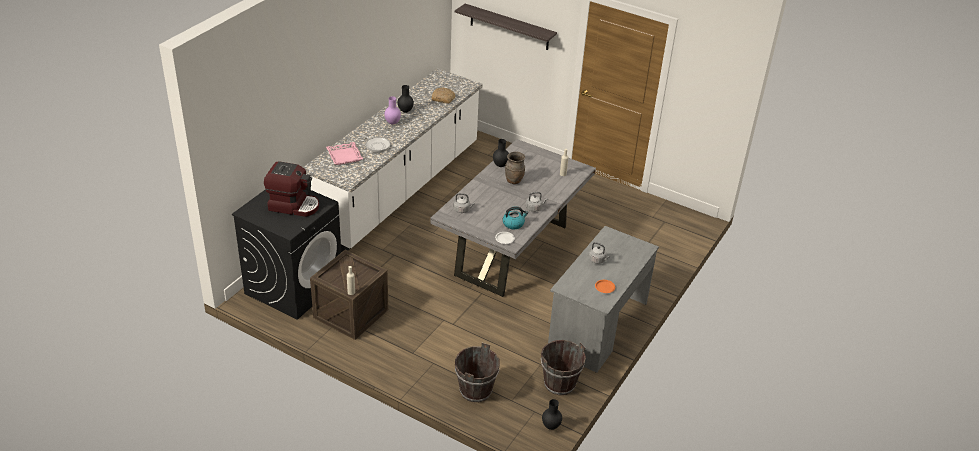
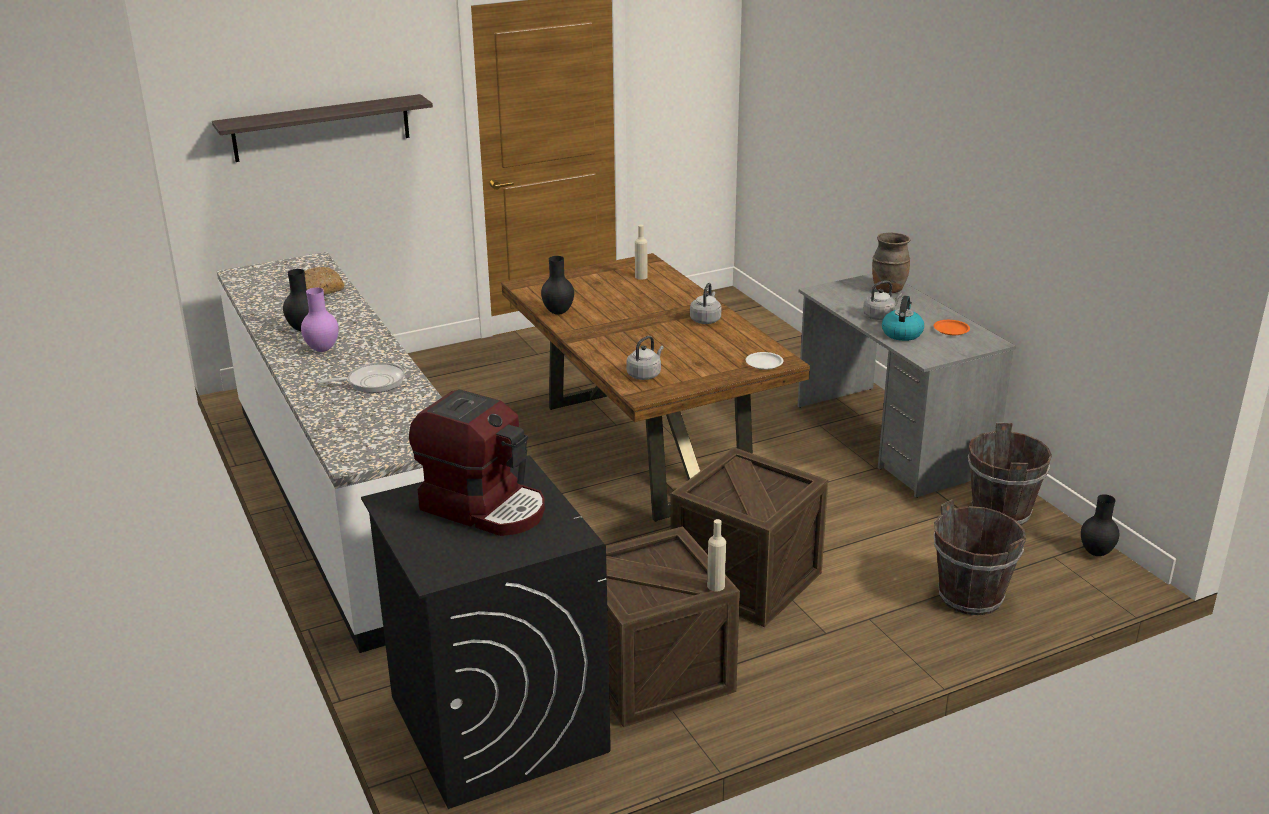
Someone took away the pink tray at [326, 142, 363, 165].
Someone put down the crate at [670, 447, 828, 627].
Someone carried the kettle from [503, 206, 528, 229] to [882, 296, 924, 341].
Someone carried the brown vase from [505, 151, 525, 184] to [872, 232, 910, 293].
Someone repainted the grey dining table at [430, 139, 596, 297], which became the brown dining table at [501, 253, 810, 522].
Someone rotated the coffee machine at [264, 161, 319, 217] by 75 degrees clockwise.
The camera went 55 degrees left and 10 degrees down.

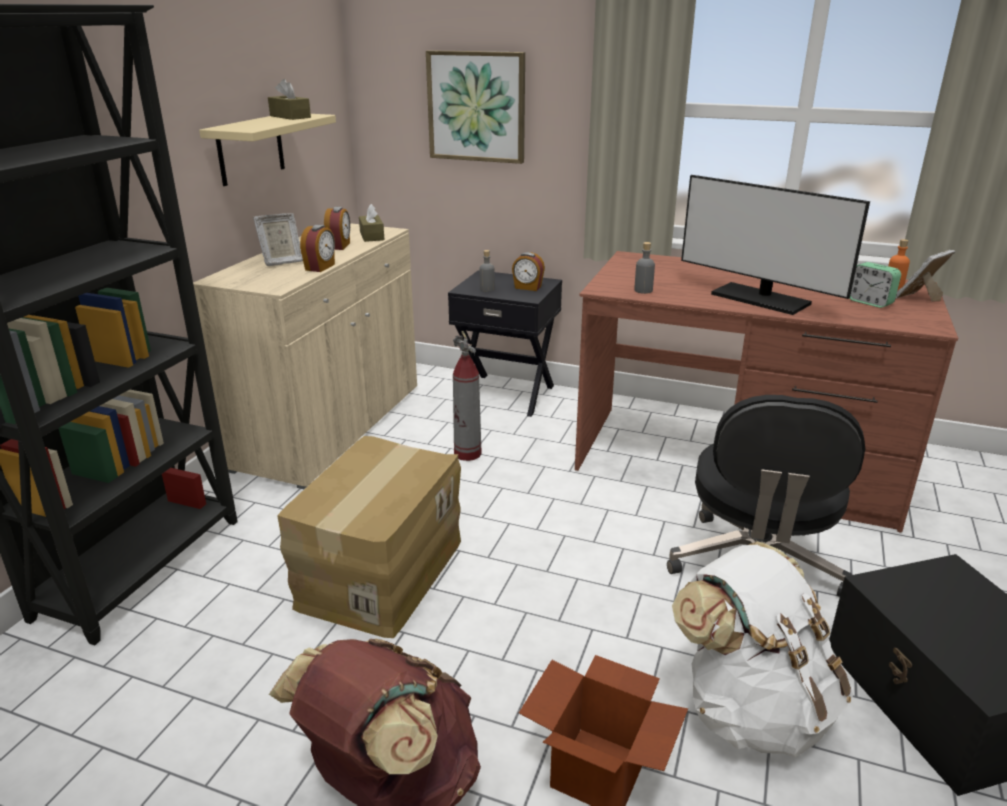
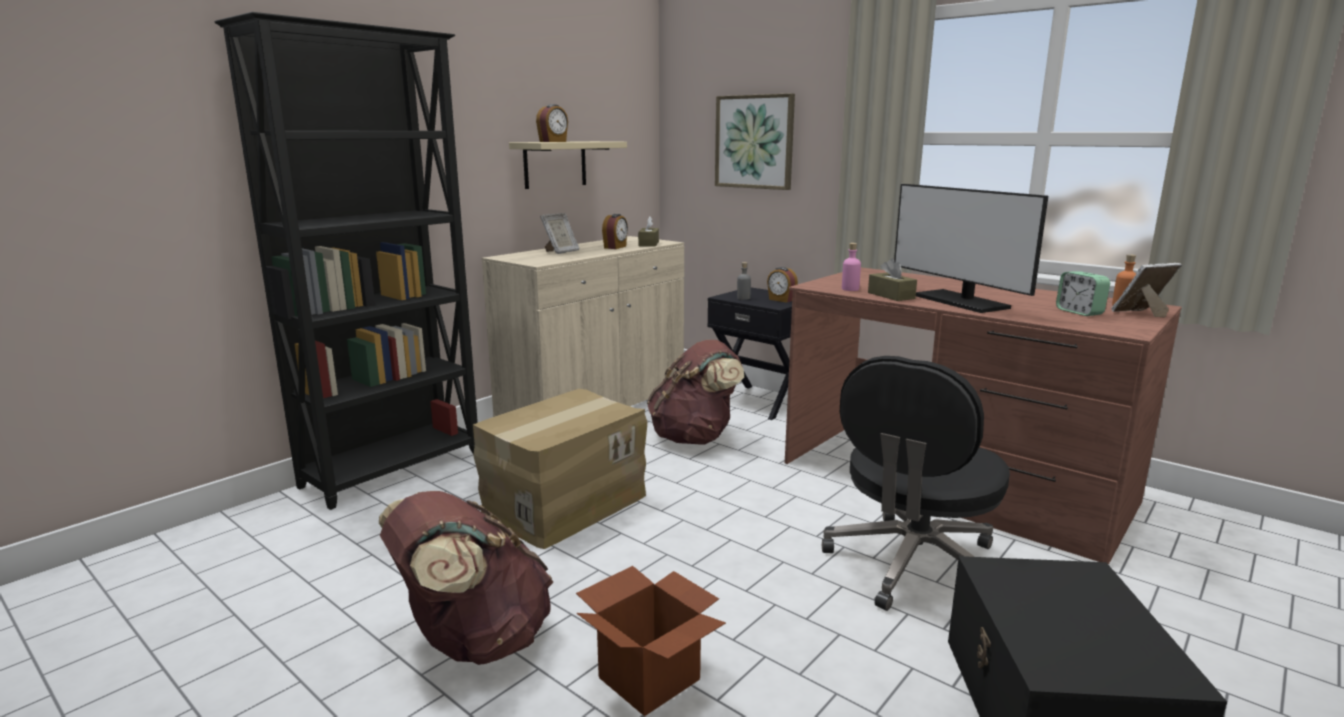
Someone took away the white backpack at [672, 542, 854, 757].
Someone carried the brown tissue box from [268, 79, 311, 120] to [868, 258, 917, 301].
Someone carried the alarm clock from [300, 225, 335, 272] to [536, 104, 568, 142].
Someone swapped the fire extinguisher at [453, 331, 482, 461] for the brown backpack at [647, 340, 744, 445].
Someone repainted the grey bottle at [634, 242, 655, 294], which became the pink bottle at [842, 243, 861, 291].
Someone rotated the picture frame at [253, 213, 303, 266] by 45 degrees counterclockwise.
The camera went 20 degrees right and 10 degrees down.

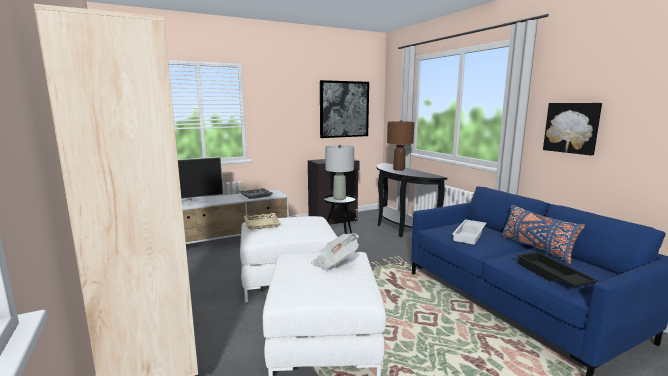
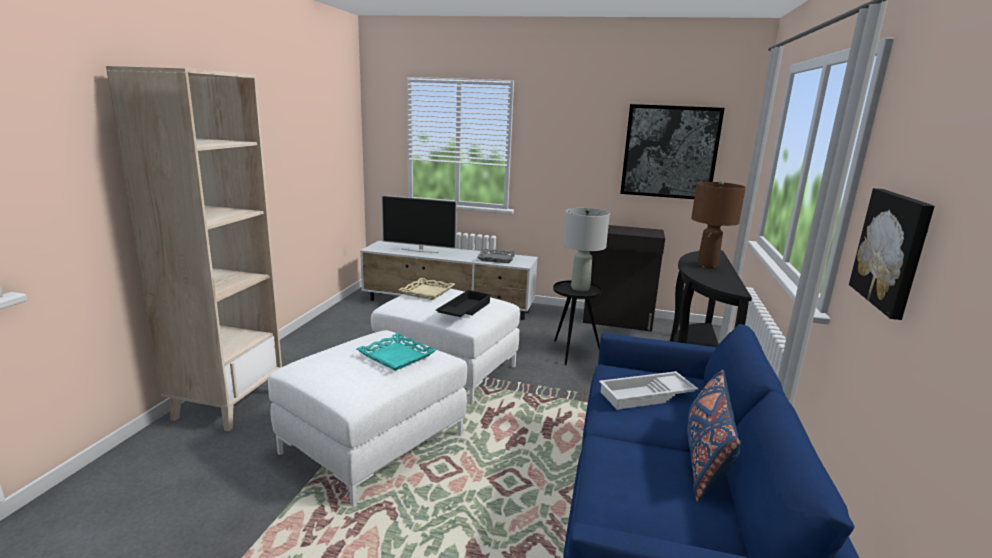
Someone carried the black tray from [517, 252, 598, 287] to [436, 290, 492, 317].
Someone swapped the newspaper at [311, 233, 359, 270] for the turquoise tray at [357, 333, 436, 371].
The camera went 40 degrees right and 5 degrees up.

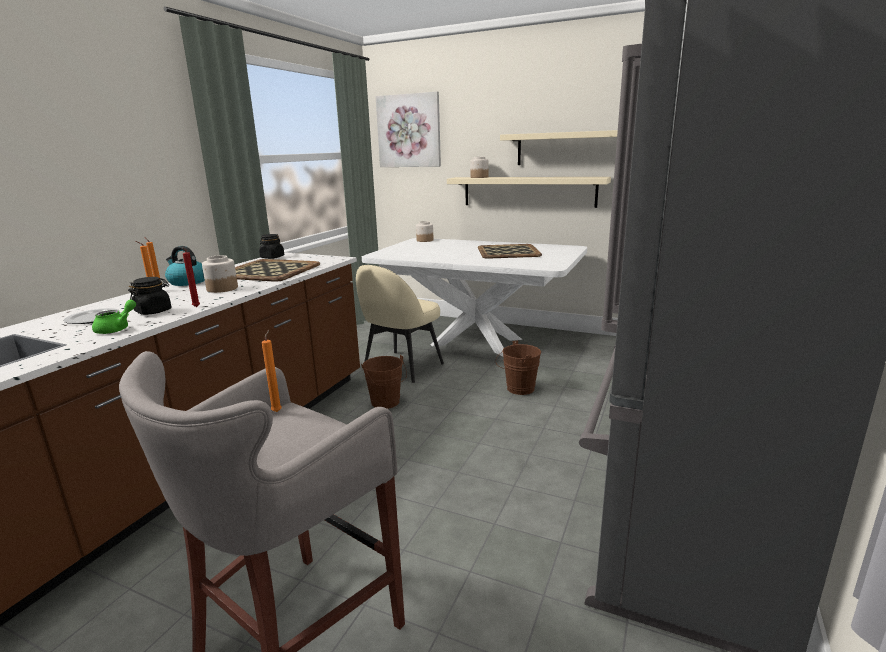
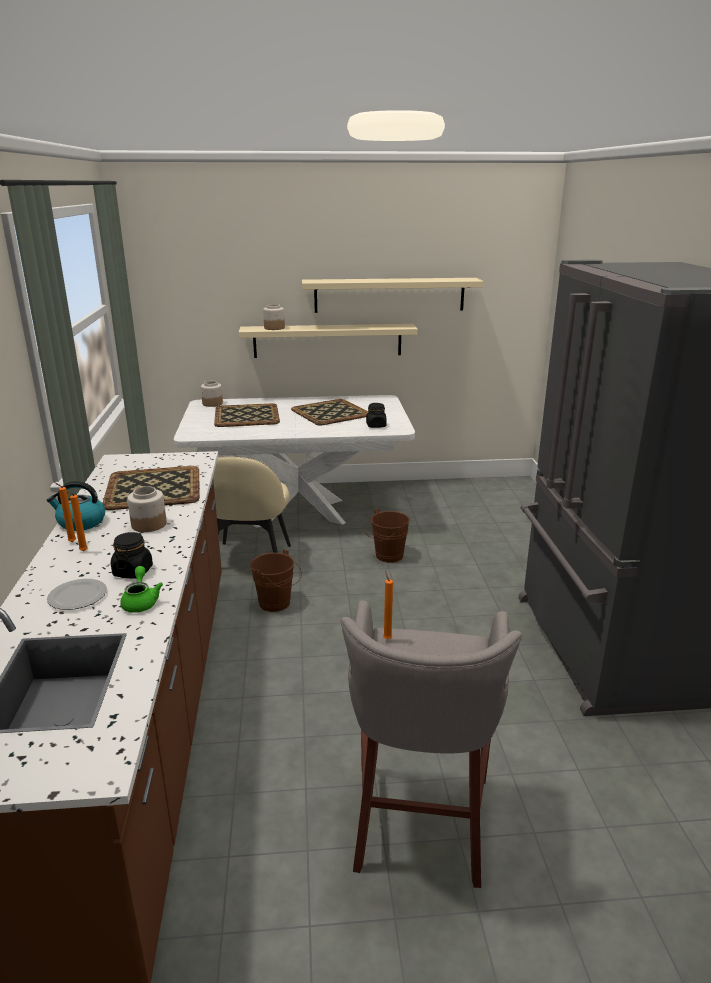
Someone took away the red candle at [183, 248, 200, 307].
Someone took away the picture at [375, 92, 441, 167].
Someone put down the tray at [214, 403, 280, 427].
Someone carried the black jar from [259, 234, 284, 259] to [366, 403, 387, 428].
The camera went 30 degrees left and 5 degrees up.

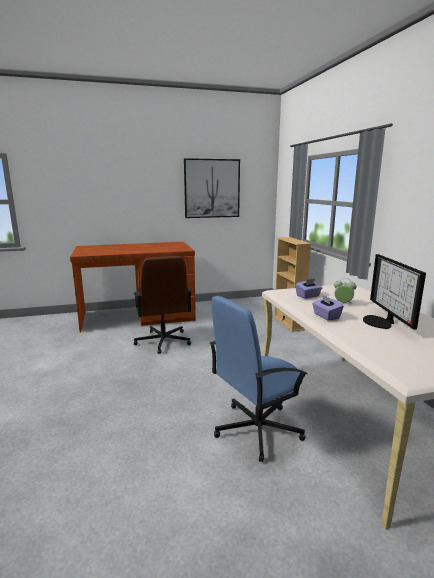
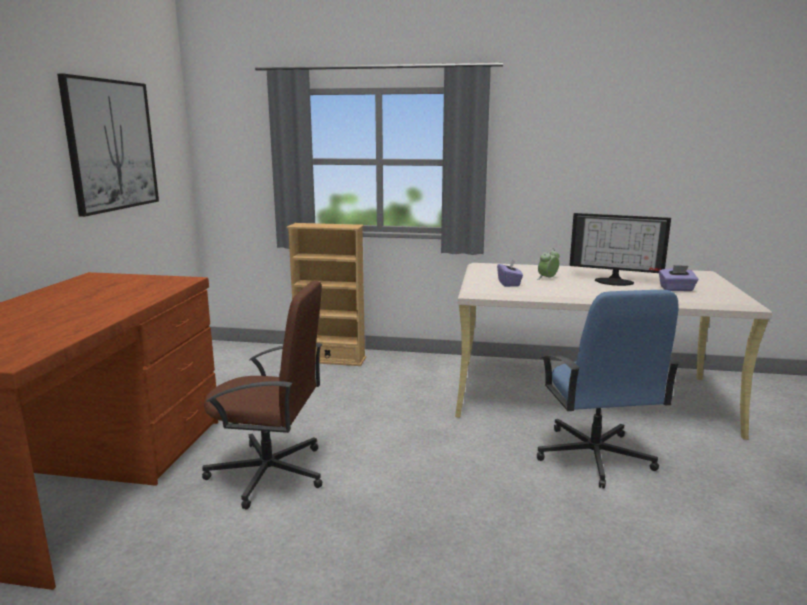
Someone carried the purple tissue box from [312, 294, 343, 321] to [659, 265, 698, 291].
The camera went 65 degrees left and 0 degrees up.

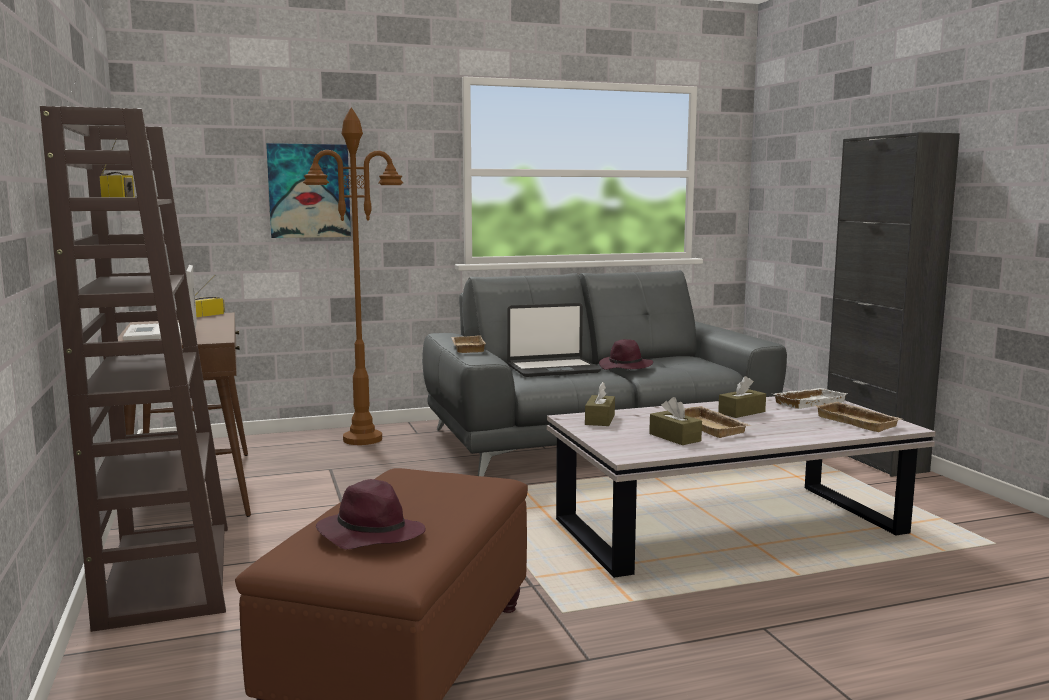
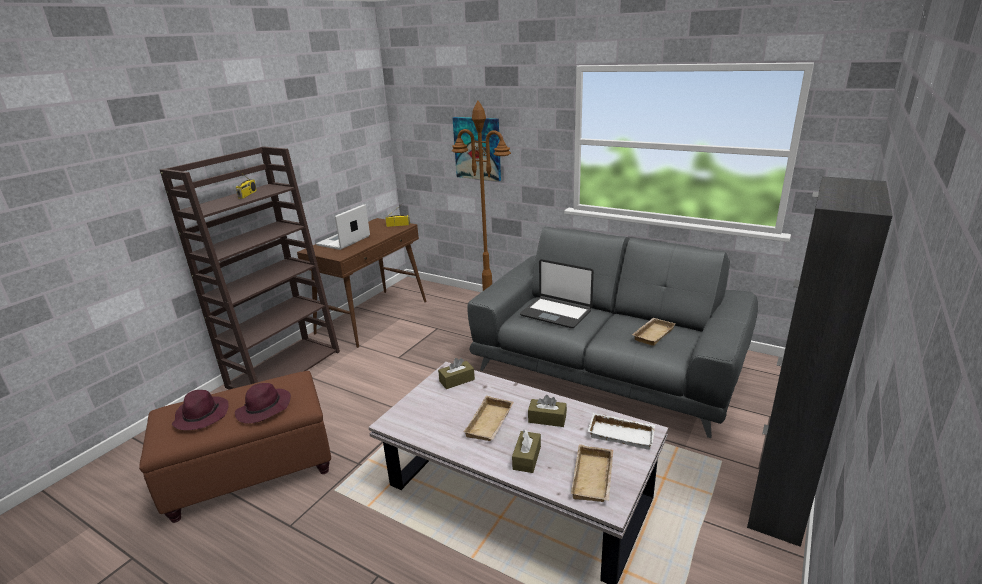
Someone carried the beige tray from [451, 336, 487, 353] to [632, 318, 675, 346].
Someone carried the purple hat from [599, 339, 653, 370] to [235, 383, 291, 424].
Someone carried the brown tissue box from [649, 397, 702, 445] to [512, 429, 541, 473].
The camera went 50 degrees right and 15 degrees up.

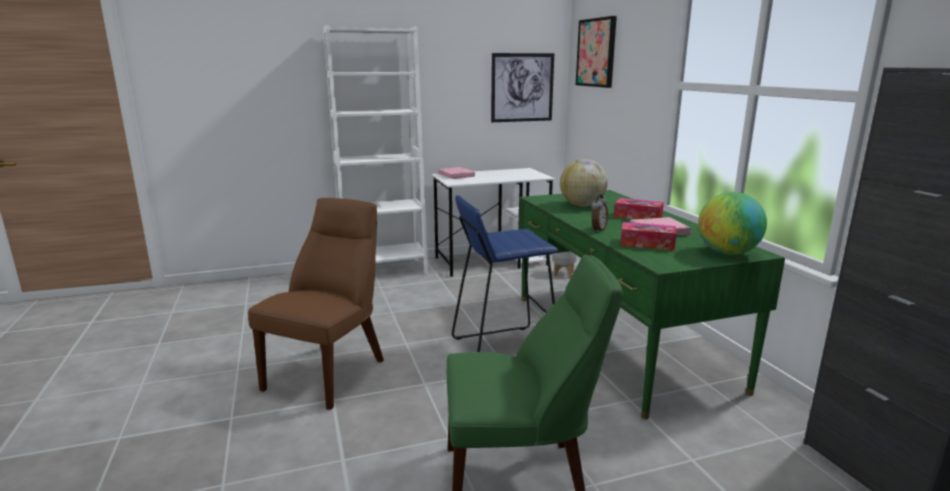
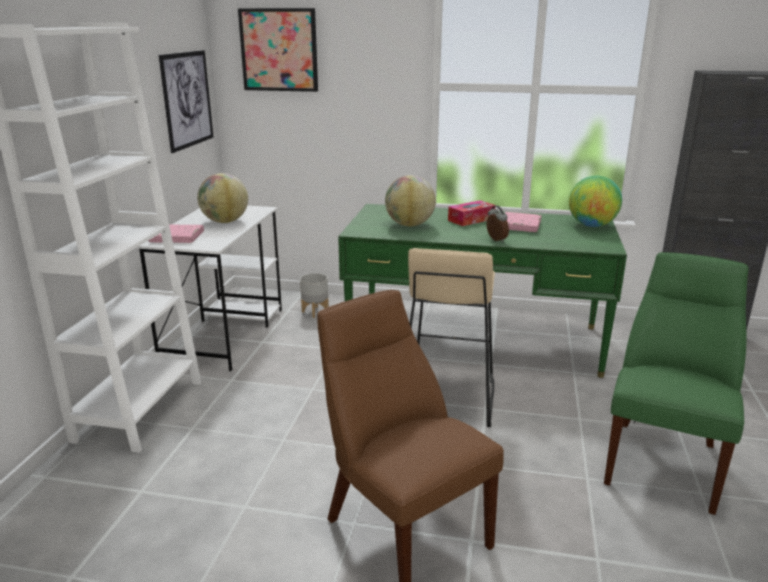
Someone took away the tissue box at [620, 222, 677, 251].
Someone put down the globe at [197, 173, 248, 223].
Someone repainted the blue stool at [452, 195, 558, 352], which became the beige stool at [408, 248, 495, 427].
The camera went 60 degrees left and 5 degrees up.

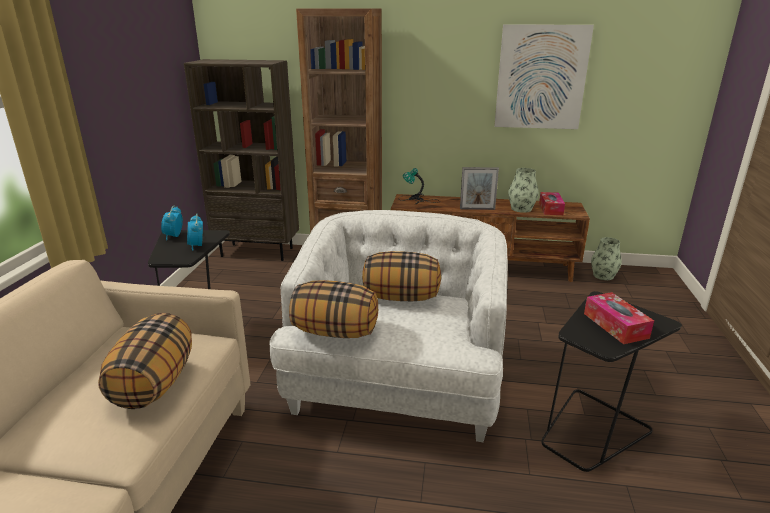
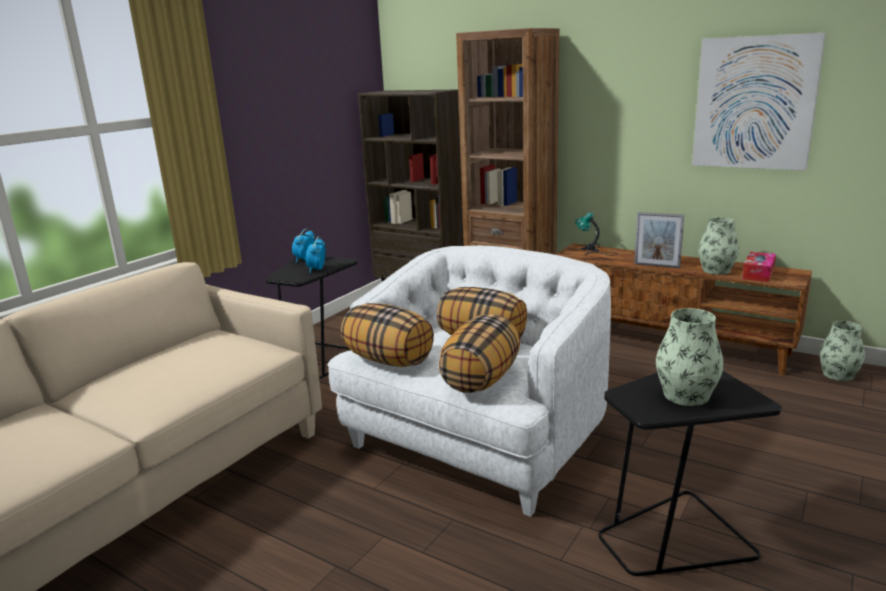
Someone carried the pillow from [98, 313, 192, 409] to [438, 314, 520, 393].
Someone swapped the tissue box at [584, 292, 654, 344] for the vase at [656, 308, 724, 406].
The camera went 25 degrees right and 5 degrees down.

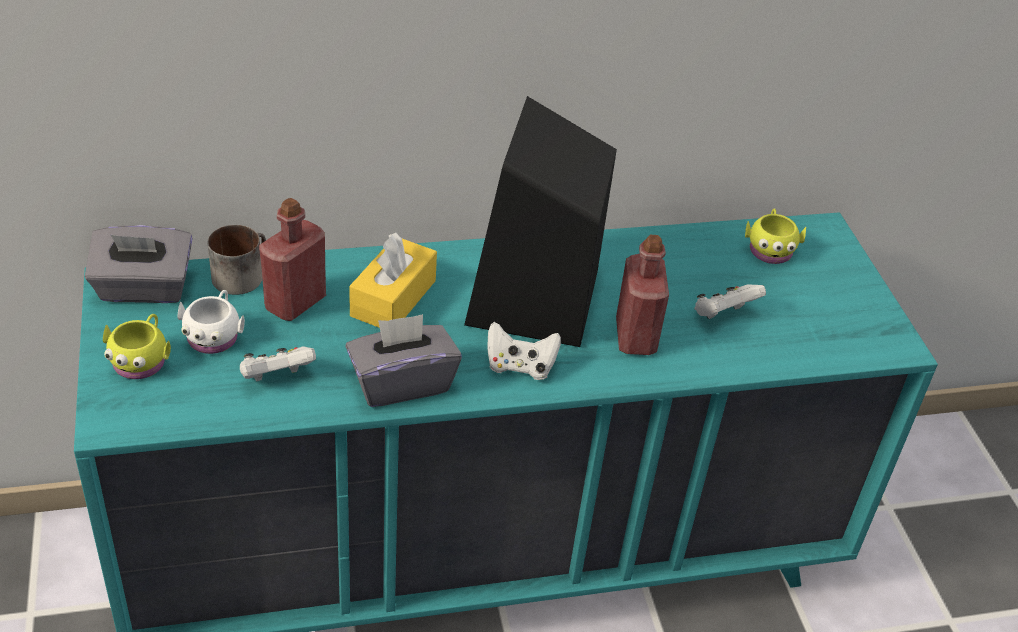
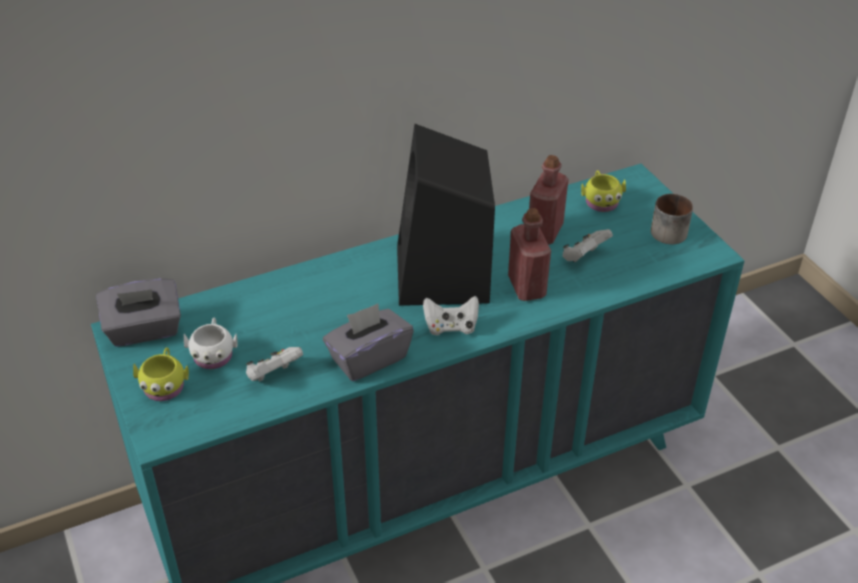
Someone took away the yellow tissue box at [349, 233, 437, 328].
Someone carried the mug from [208, 225, 266, 295] to [651, 194, 693, 244].
Someone carried the red bottle from [259, 198, 326, 321] to [529, 155, 568, 245].
The camera went 10 degrees left and 0 degrees up.

